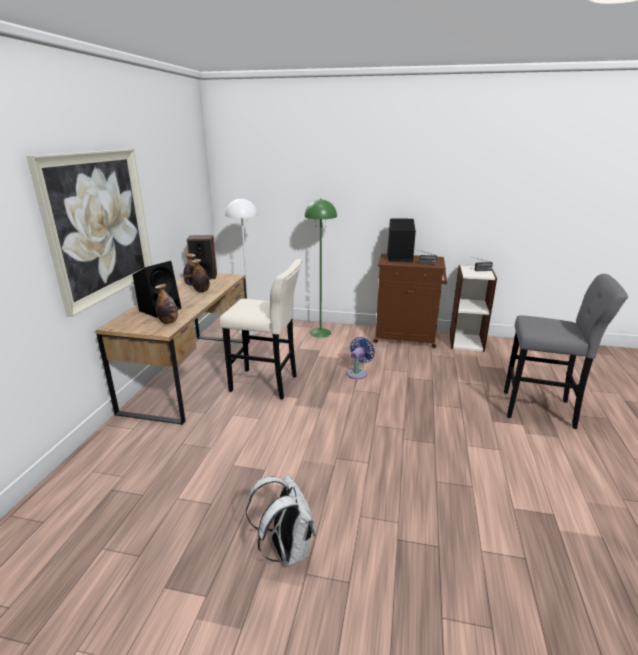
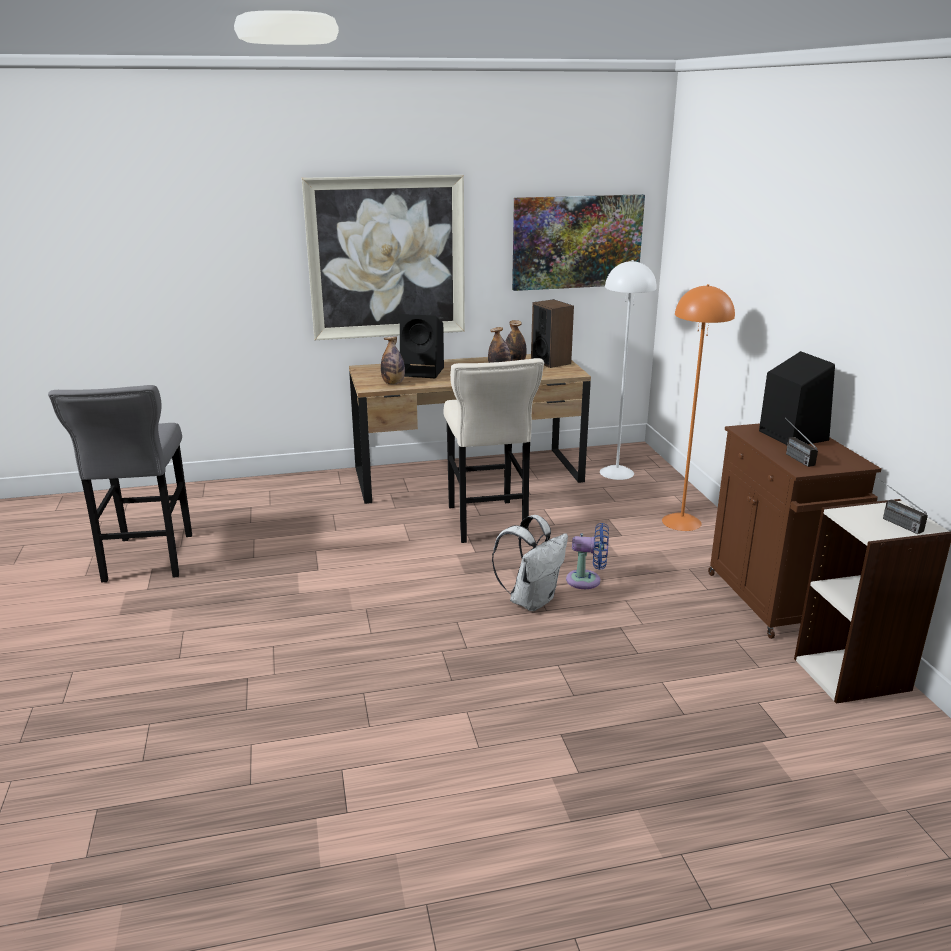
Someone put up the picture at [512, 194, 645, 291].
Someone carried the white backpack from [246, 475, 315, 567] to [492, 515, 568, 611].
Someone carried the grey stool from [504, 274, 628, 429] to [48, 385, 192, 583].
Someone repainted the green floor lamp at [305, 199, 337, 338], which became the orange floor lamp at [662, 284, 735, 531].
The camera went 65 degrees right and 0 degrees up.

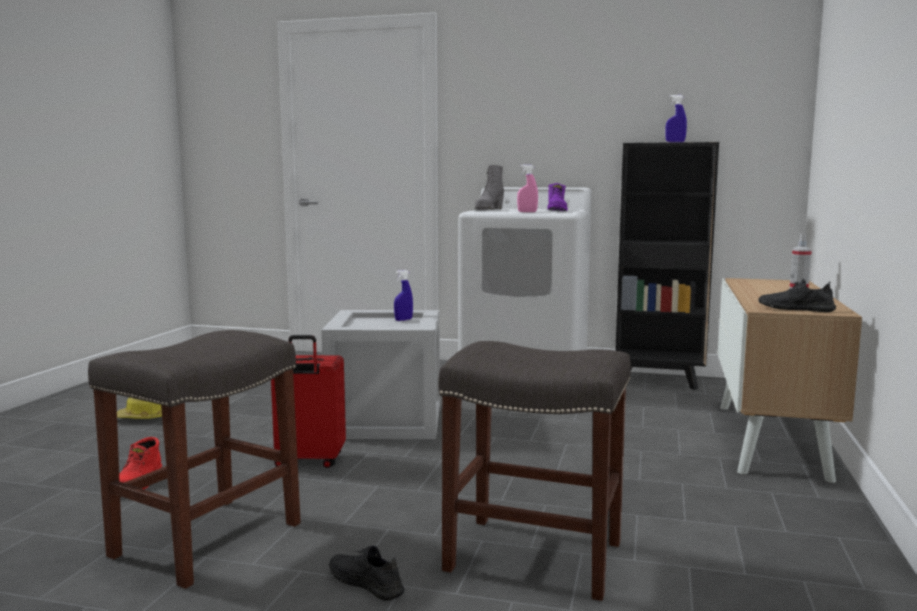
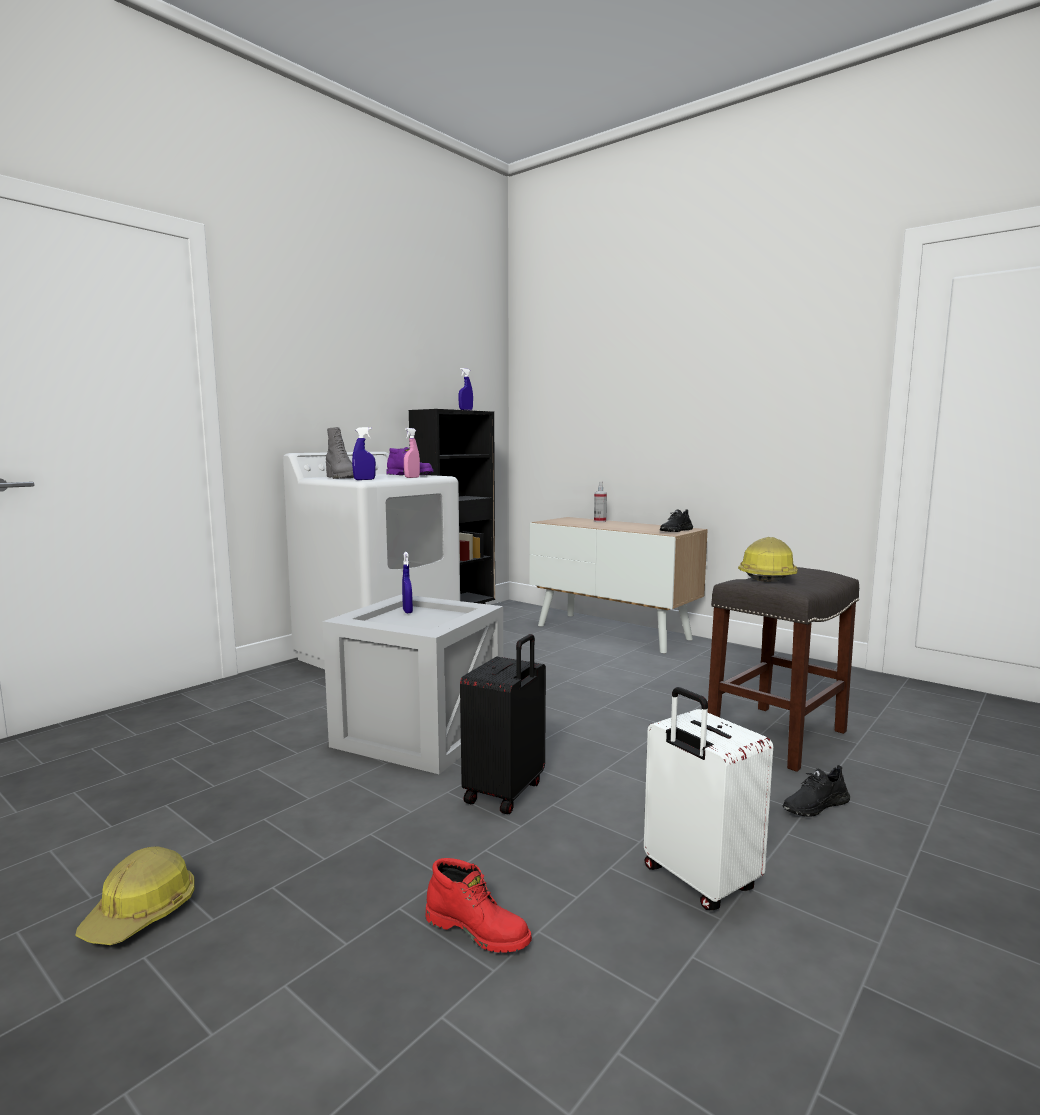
Someone put down the blue spray bottle at [352, 427, 376, 480].
Someone put down the hard hat at [738, 537, 798, 582].
Someone swapped the grey stool at [88, 330, 301, 589] for the white suitcase at [644, 687, 773, 910].
Someone repainted the red suitcase at [271, 335, 346, 468], which became the black suitcase at [460, 634, 546, 814].
The camera went 65 degrees left and 0 degrees up.

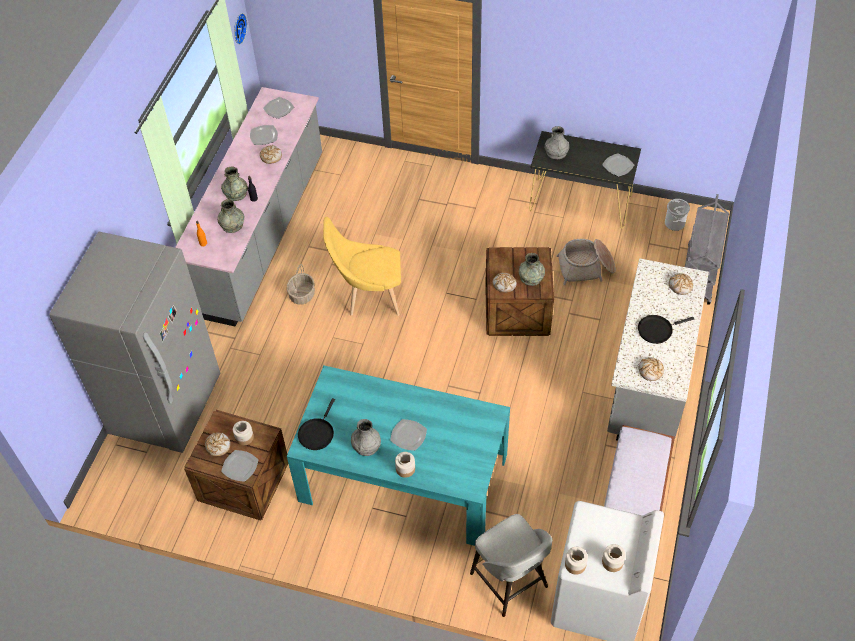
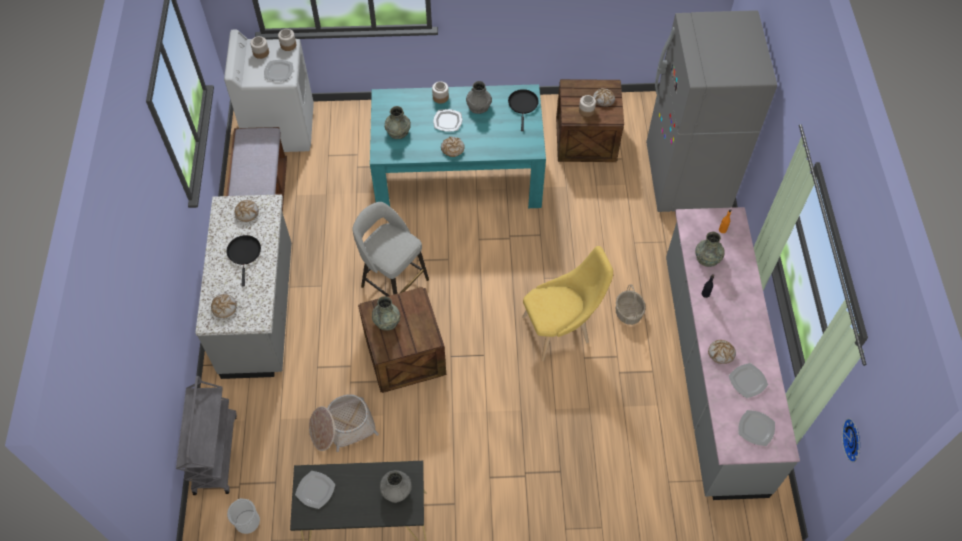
Someone carried the grey vase from [221, 167, 248, 201] to [385, 106, 411, 139].
Someone carried the plate from [221, 450, 258, 482] to [264, 60, 293, 81].
Someone carried the grey stool from [470, 514, 552, 617] to [352, 202, 429, 296].
Someone carried the bread from [492, 272, 517, 292] to [441, 137, 465, 157].
Someone rotated the black frying pan at [638, 315, 694, 344] by 60 degrees counterclockwise.
The camera went 160 degrees right and 5 degrees up.

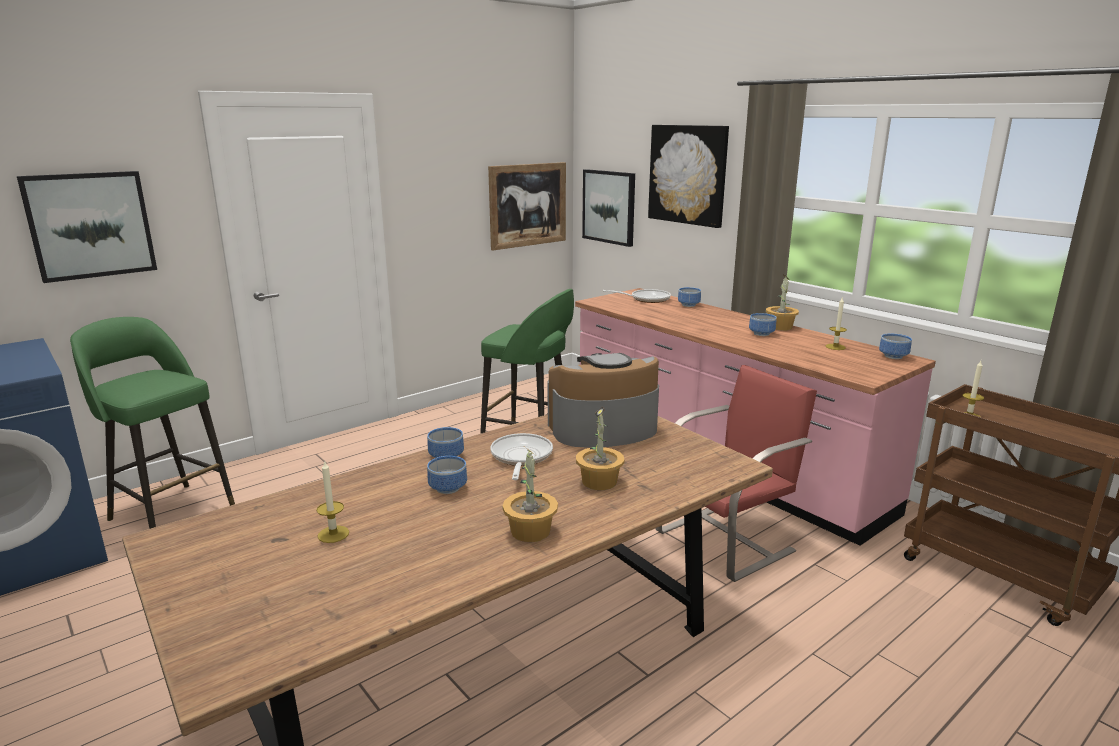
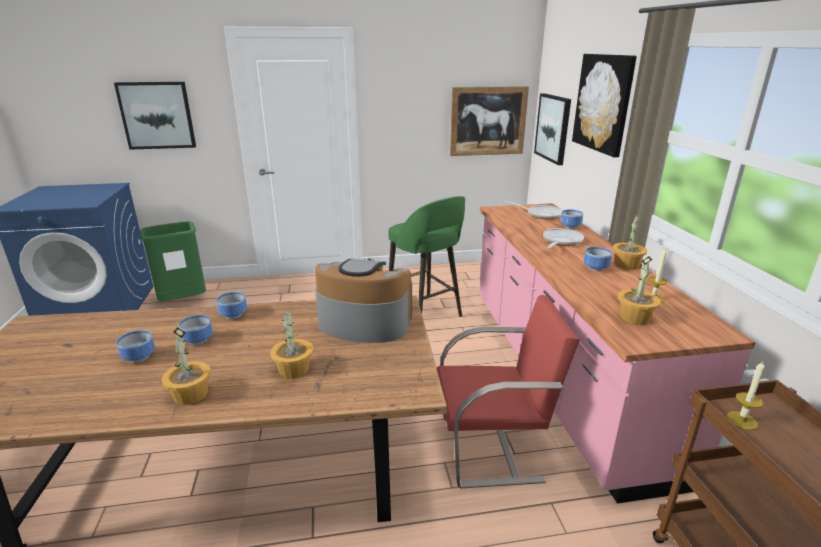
Someone took away the candle at [317, 460, 349, 543].
Someone put down the potted plant at [617, 256, 661, 325].
Someone carried the frying pan from [490, 433, 553, 480] to [543, 228, 584, 249].
Someone carried the bowl from [879, 334, 912, 359] to [116, 330, 155, 362].
Someone swapped the green stool at [70, 317, 235, 529] for the green trash can at [140, 221, 206, 301].
The camera went 30 degrees right and 5 degrees up.

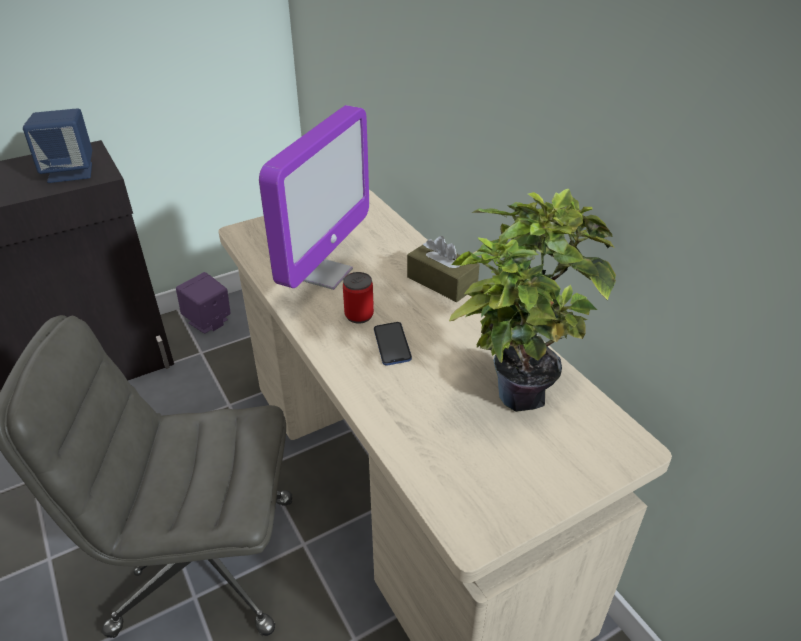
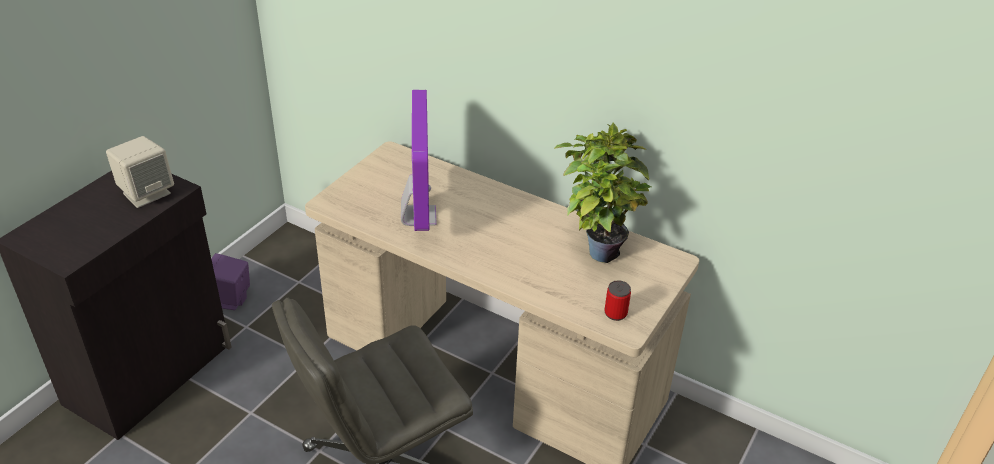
Someone took away the phone at [374, 322, 412, 366].
Someone took away the brown tissue box at [407, 236, 480, 302].
Someone carried the can from [343, 272, 374, 323] to [605, 280, 631, 321].
Someone repainted the blue speaker at [23, 108, 92, 183], which became the beige speaker at [106, 136, 174, 208].
The camera went 30 degrees left and 0 degrees up.

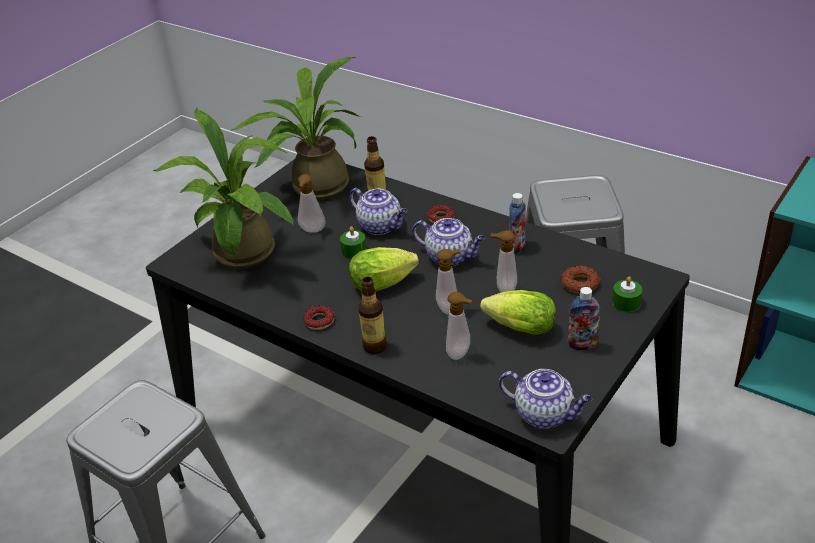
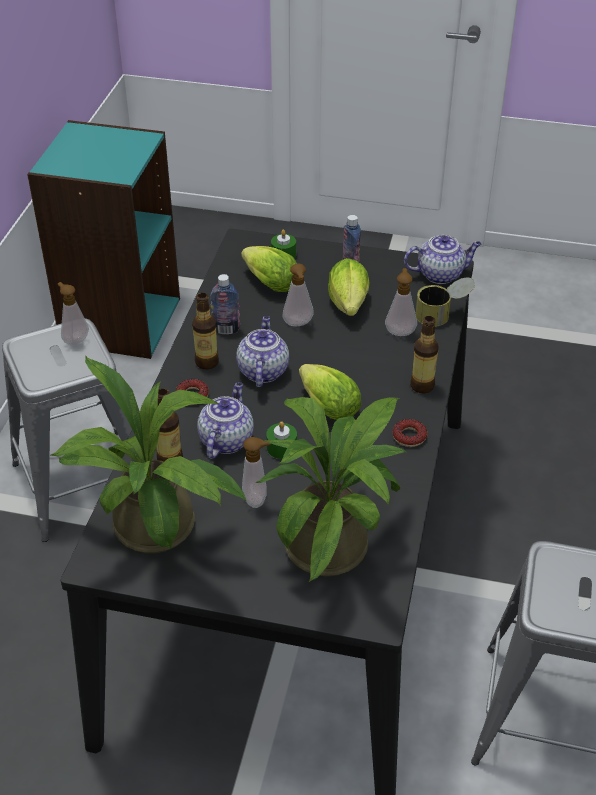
Someone put down the bottle at [192, 293, 219, 369].
Someone put down the can at [415, 278, 475, 327].
Someone carried the soap dispenser from [436, 249, 460, 315] to [58, 282, 89, 345].
Someone swapped the donut at [561, 265, 600, 293] for the lettuce at [241, 246, 297, 292].
Someone rotated the teapot at [499, 369, 592, 429] by 75 degrees clockwise.
The camera went 115 degrees left and 5 degrees up.

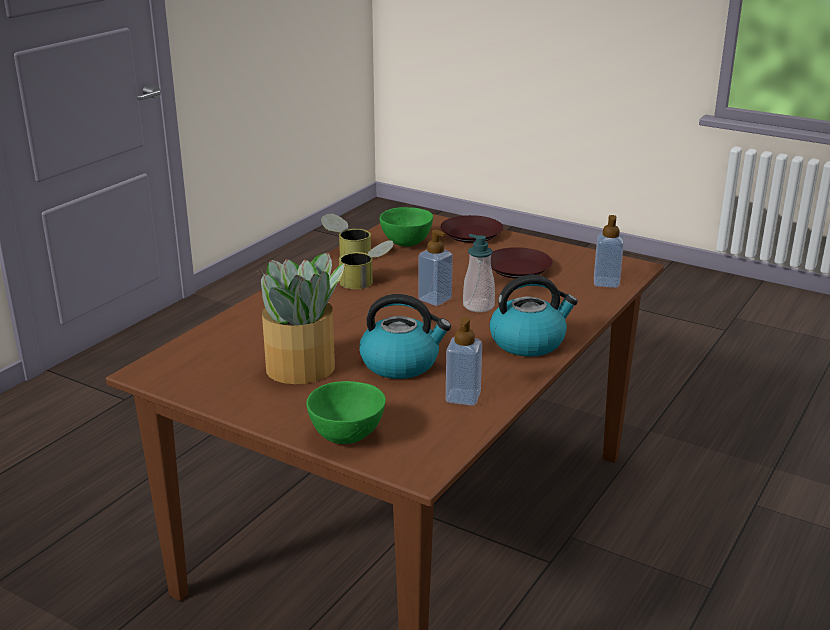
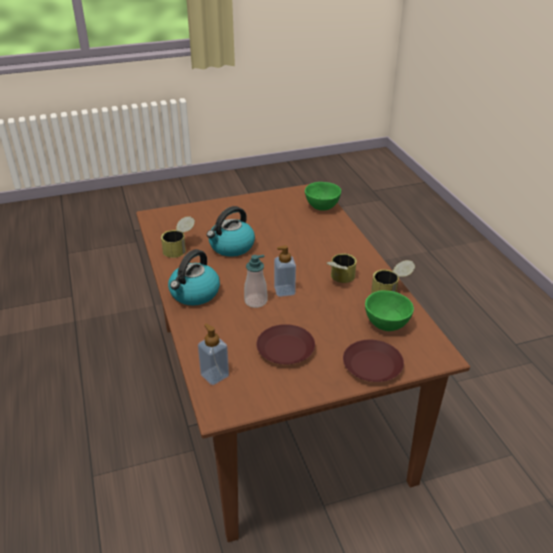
Someone took away the potted plant at [257, 252, 345, 384].
Someone carried the green bowl from [306, 381, 386, 444] to [305, 182, 341, 211].
Someone swapped the soap dispenser at [446, 317, 482, 406] for the can at [161, 216, 195, 258].
The camera went 130 degrees right and 10 degrees up.

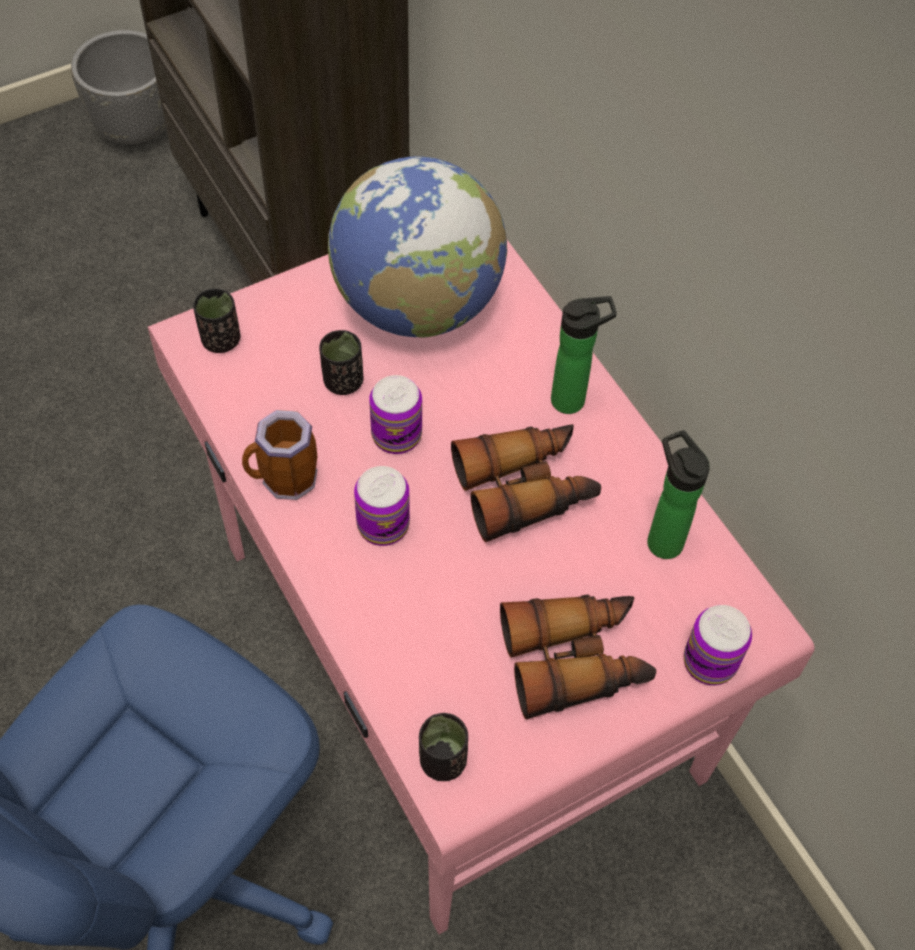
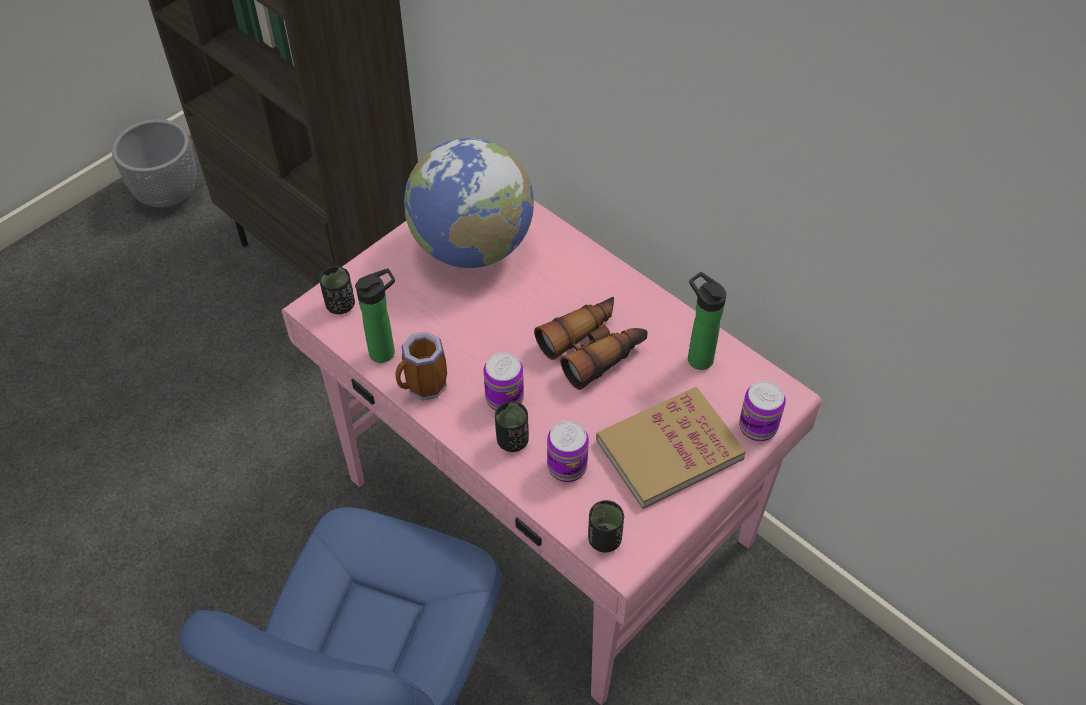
Someone carried the black cup from [319, 330, 363, 395] to [495, 401, 529, 452].
Someone carried the can from [369, 375, 422, 454] to [547, 421, 589, 482].
Someone carried the bottle from [551, 296, 617, 414] to [355, 268, 395, 363].
Someone swapped the binoculars at [500, 595, 656, 719] for the book at [596, 387, 746, 509].
The camera went 15 degrees left and 5 degrees down.

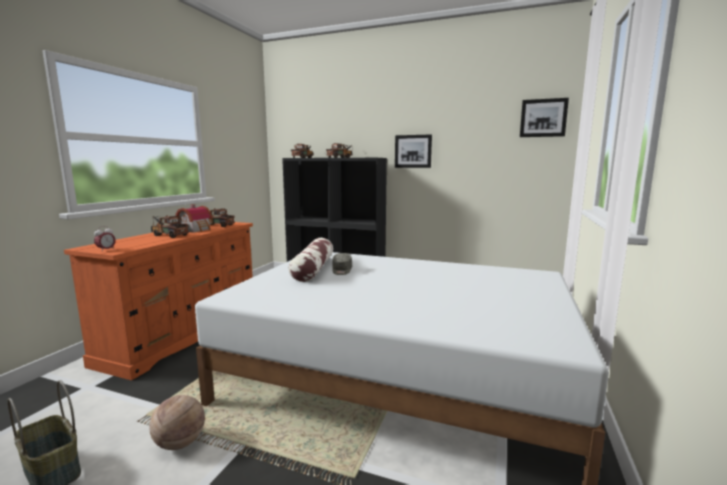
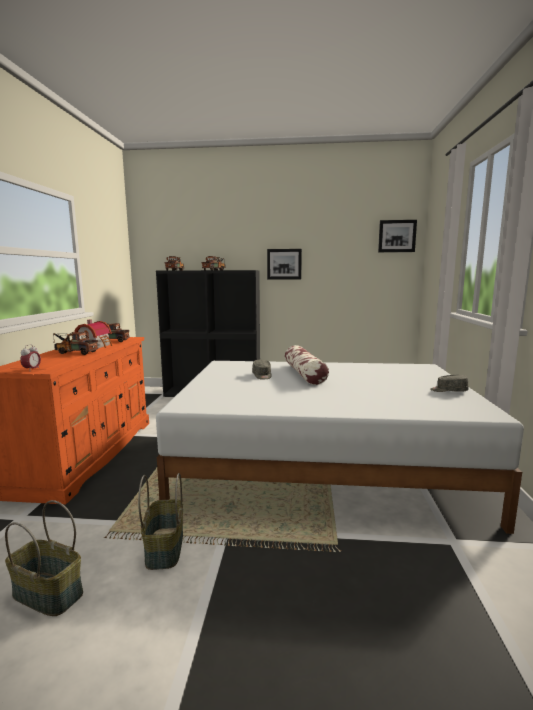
Someone put down the grey cap at [430, 375, 469, 392].
Someone carried the pillow from [288, 238, 333, 282] to [285, 345, 329, 385].
Someone swapped the basketball at [149, 395, 205, 450] for the basket at [138, 473, 183, 570].
The camera went 15 degrees left and 0 degrees up.

